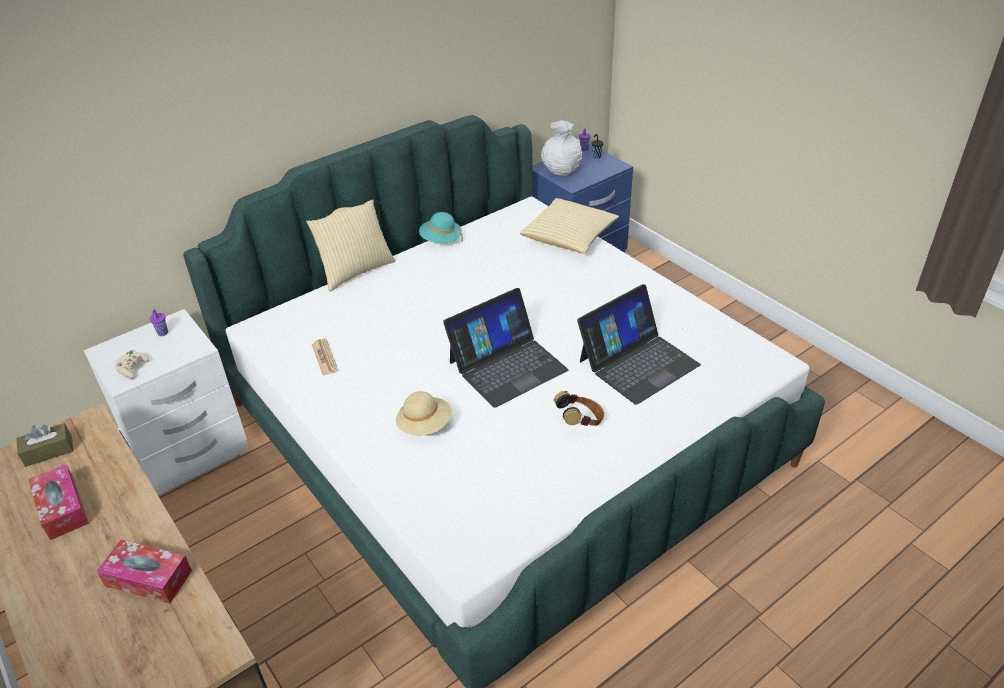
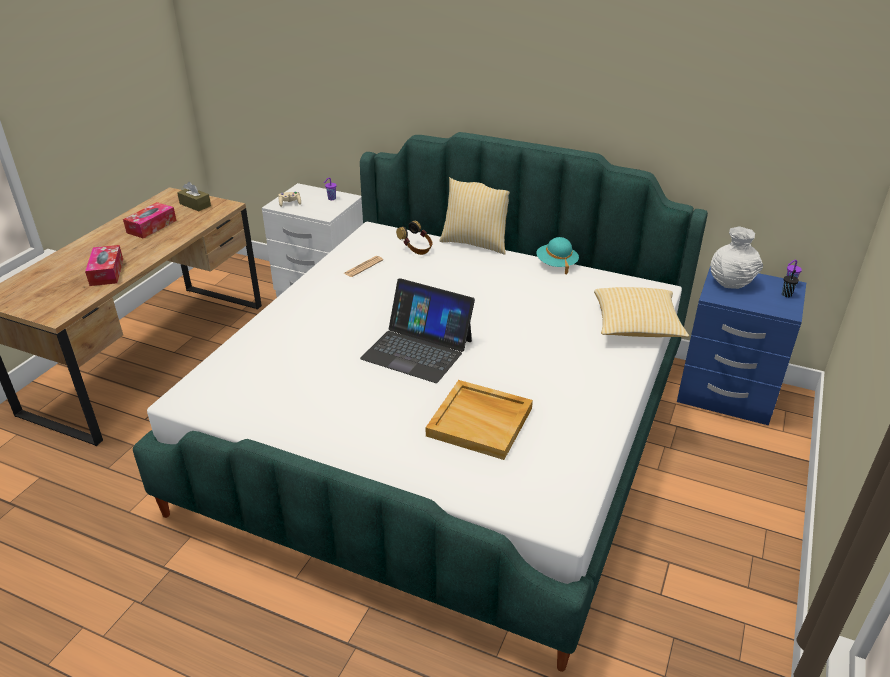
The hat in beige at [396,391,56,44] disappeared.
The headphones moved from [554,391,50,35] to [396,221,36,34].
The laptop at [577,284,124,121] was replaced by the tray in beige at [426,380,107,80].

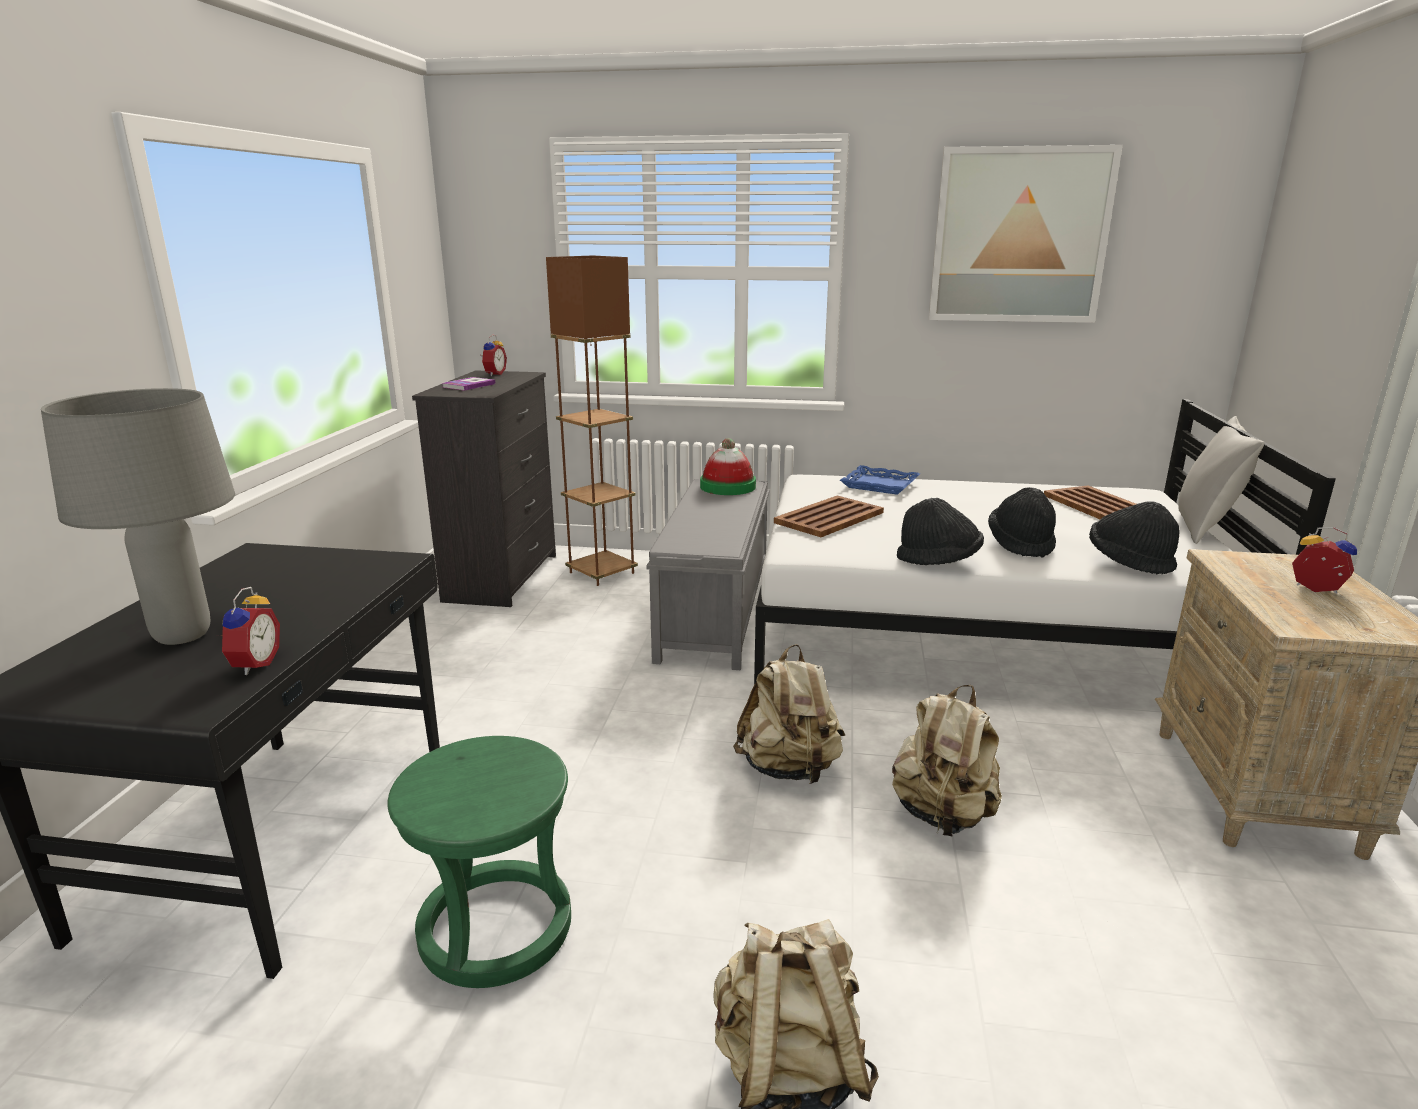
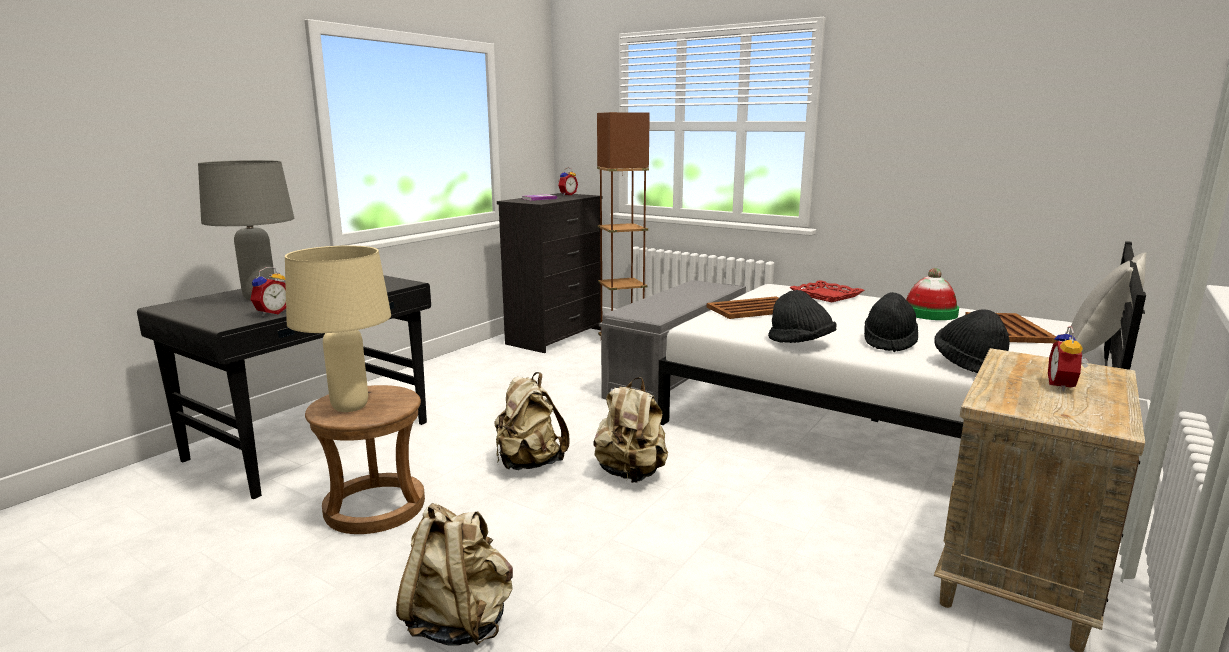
The picture at [928,145,195,178] disappeared.
The table lamp in beige at [285,246,106,166] appeared.
The hat moved from [700,438,56,57] to [906,268,53,52].
The backpack in beige moved from [892,685,110,151] to [494,372,76,98].
The stool in green at [388,736,183,252] became the stool in brown at [305,385,120,149].
The tray in blue at [840,465,80,30] became the tray in red at [790,280,74,22].
The alarm clock at [1292,527,65,67] turned 135 degrees counterclockwise.

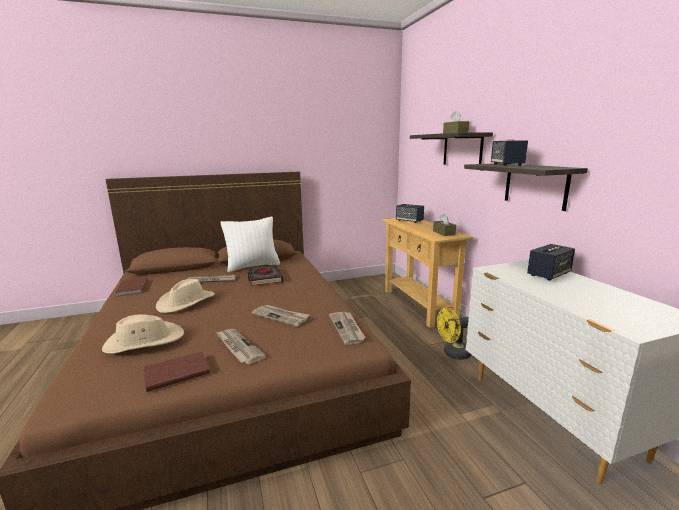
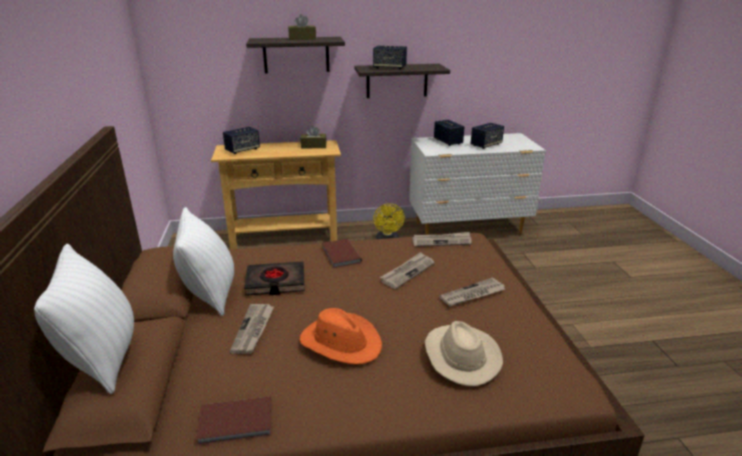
The pillow in white at [34,244,100,150] appeared.
The speaker at [471,123,33,26] appeared.
The book in brown moved from [143,352,67,40] to [322,239,40,29].
The hat in beige at [156,279,59,34] became the hat in orange at [300,308,82,57].

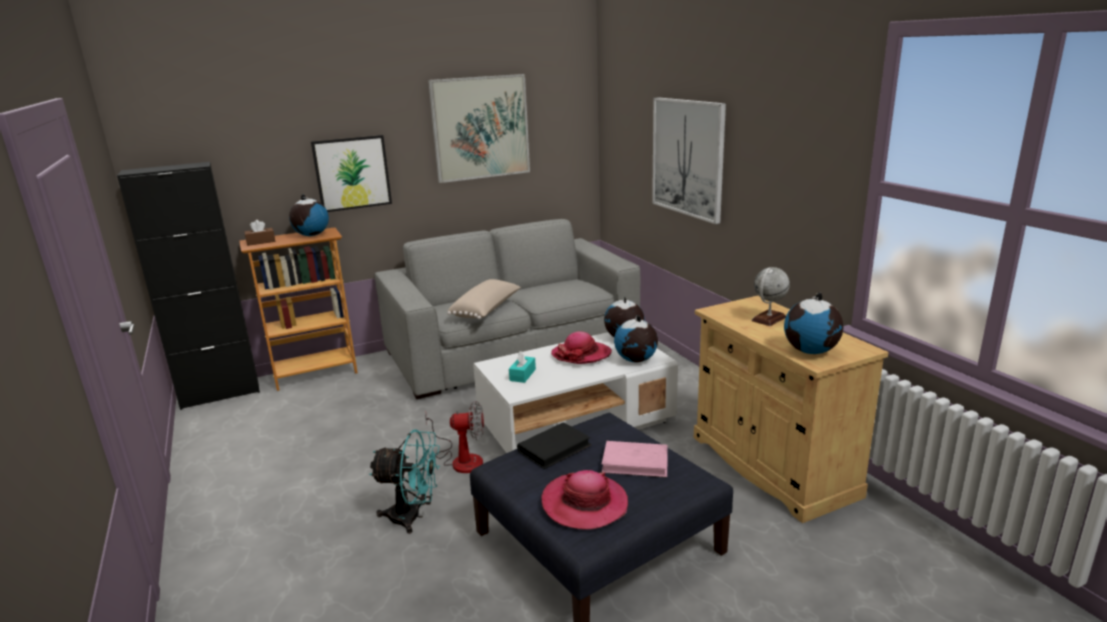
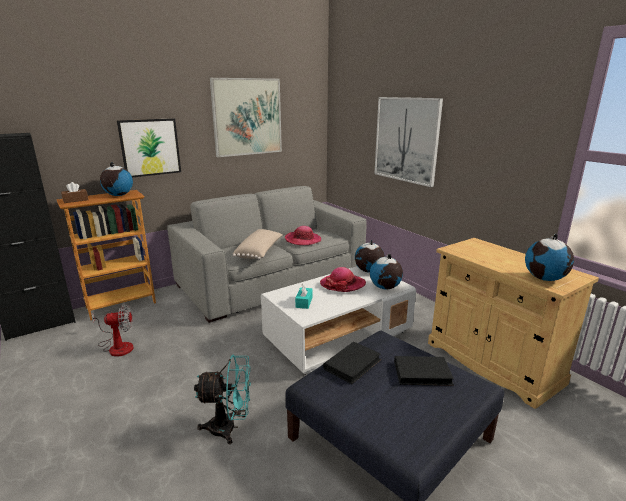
The globe at [751,267,39,59] disappeared.
The fan moved from [425,401,59,72] to [91,303,42,54].
The hat moved from [541,470,87,60] to [285,226,36,19].
The book in pink at [602,441,66,37] became the book in black at [394,356,60,30].

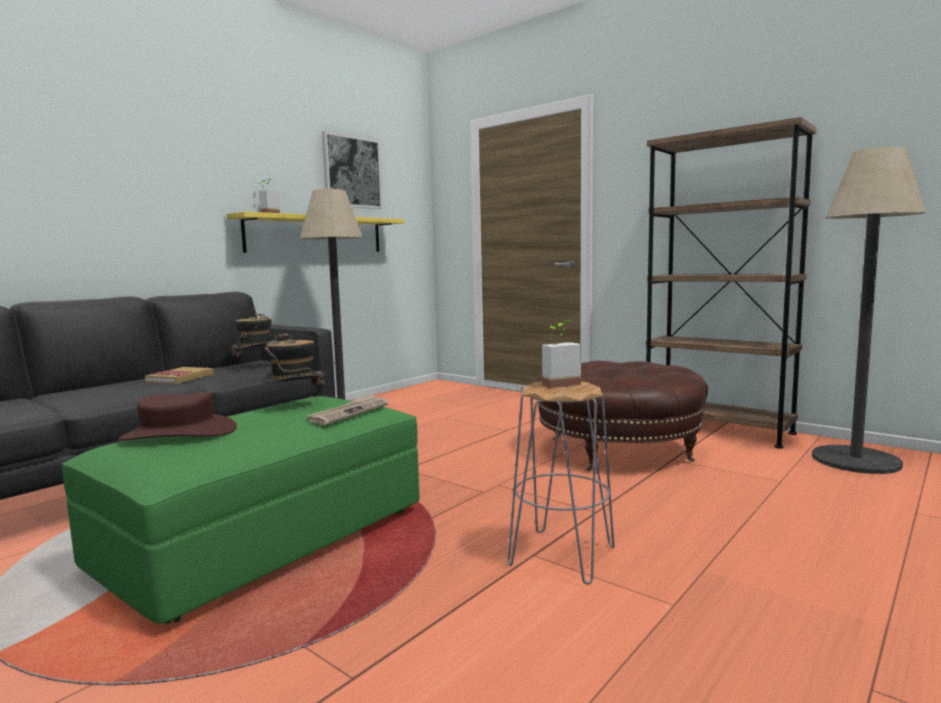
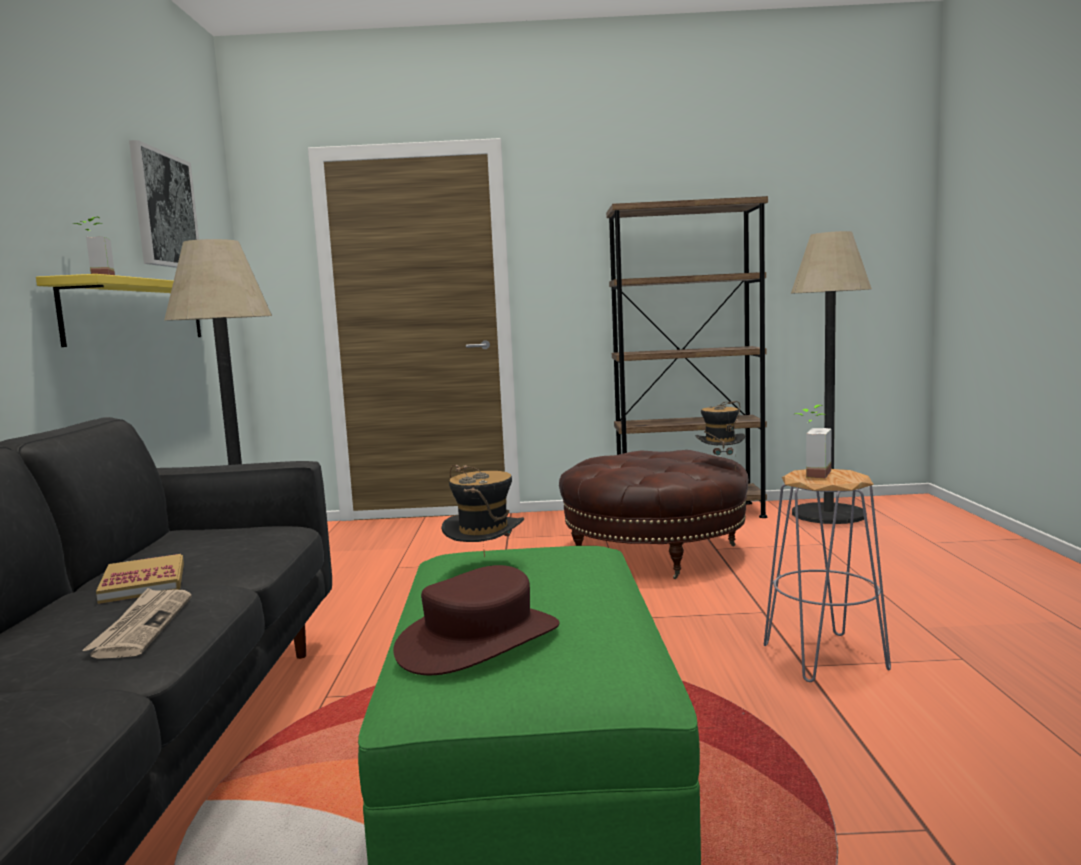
The hat moved from [231,314,41,56] to [696,401,49,68].
The newspaper moved from [307,394,82,31] to [82,588,110,71].

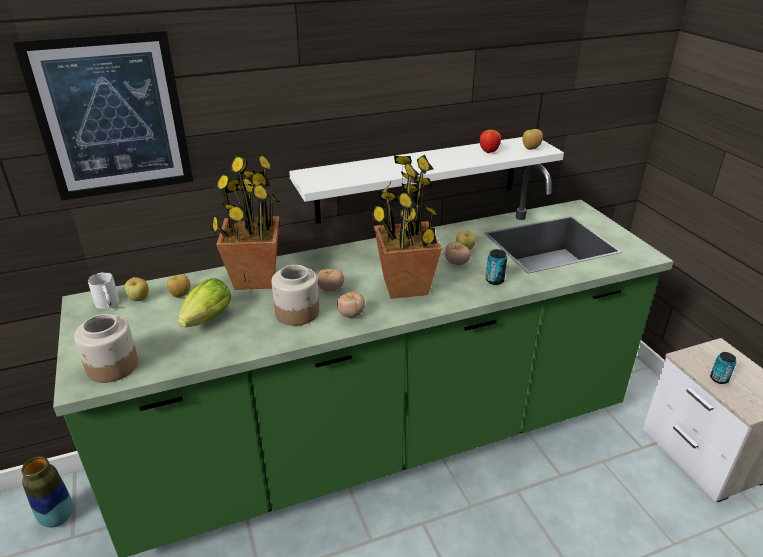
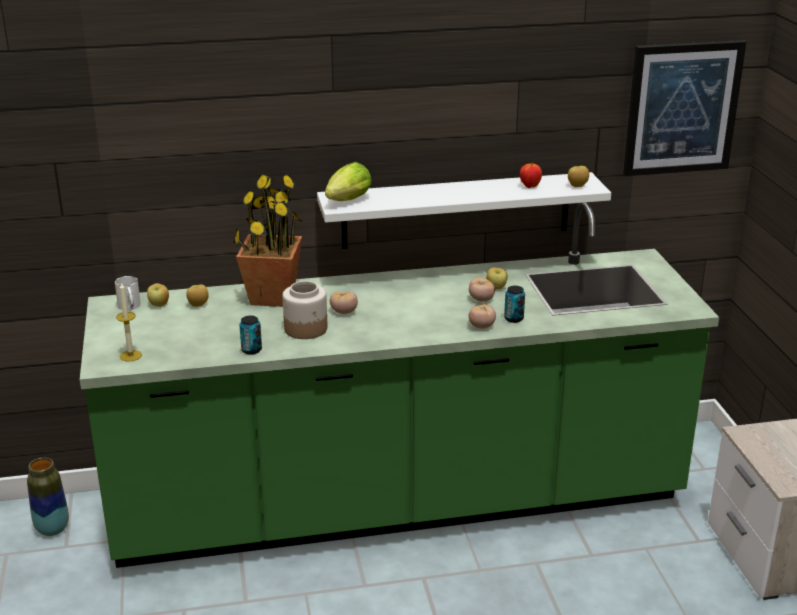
The potted plant at [371,155,71,144] disappeared.
The picture moved from [13,29,180,172] to [623,40,123,136].
The lettuce moved from [178,278,53,49] to [325,162,47,39].
The tomato moved from [337,292,28,25] to [469,304,27,25].
The can moved from [710,352,26,32] to [239,316,23,39].
The jar at [74,314,64,69] was replaced by the candle at [116,282,26,80].

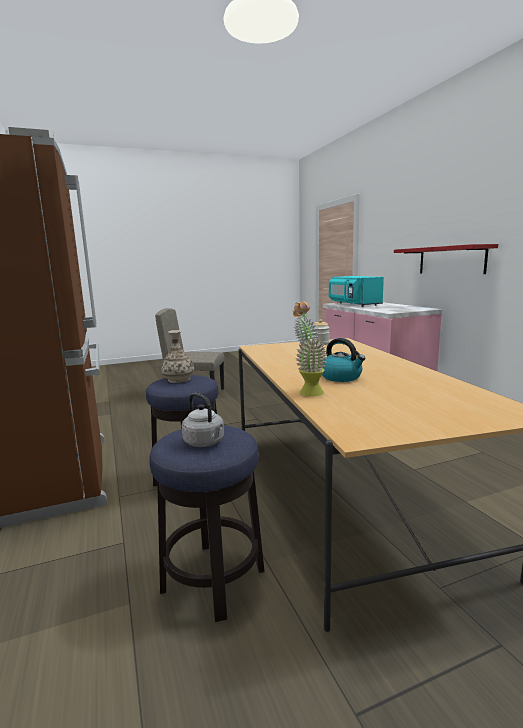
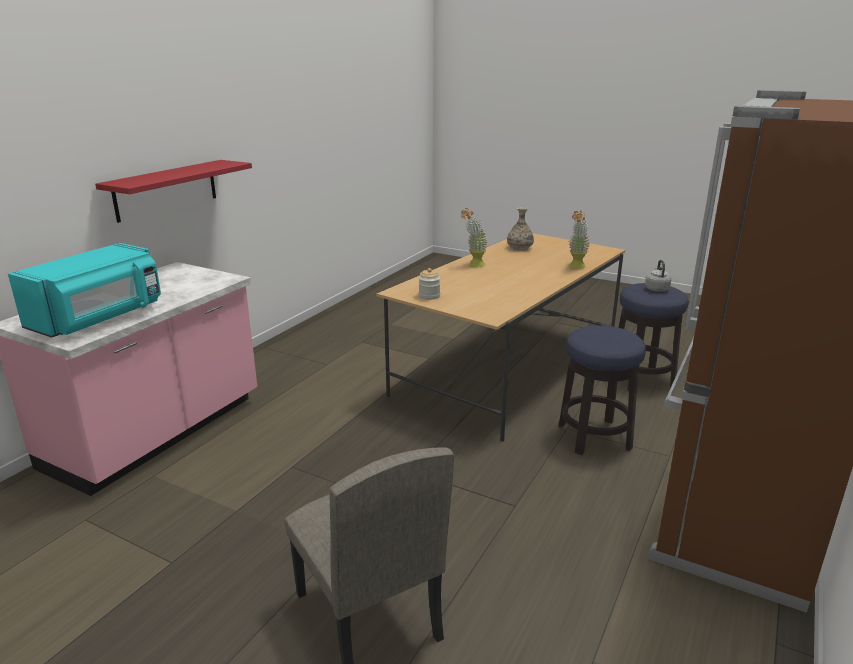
The kettle at [322,338,44,44] disappeared.
The potted plant at [461,208,27,59] appeared.
The vase moved from [161,330,33,53] to [507,207,27,44].

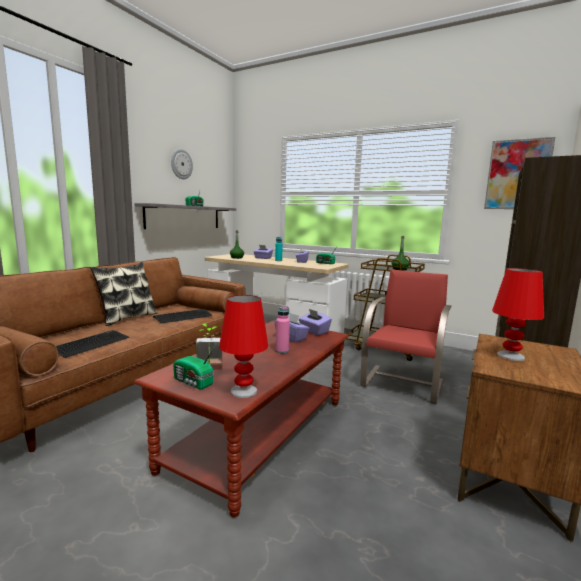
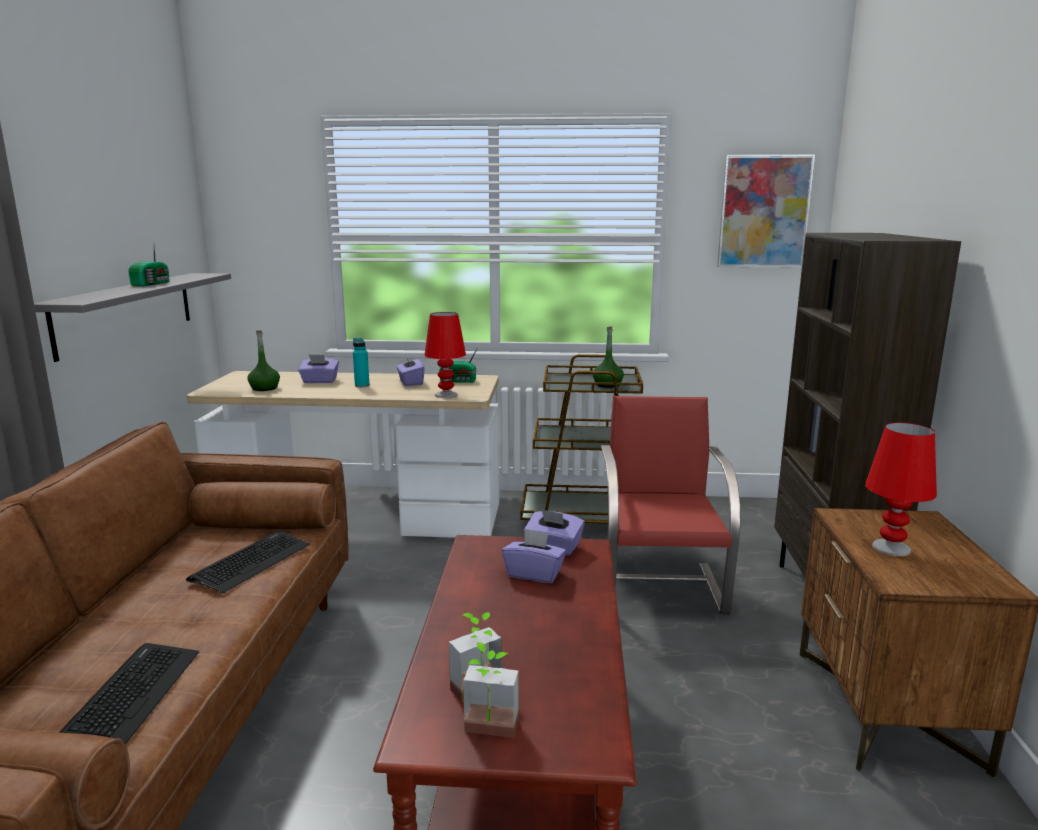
The pillow at [90,262,67,64] disappeared.
The wall clock at [171,149,22,30] disappeared.
The bottle in pink at [276,307,14,46] disappeared.
The table lamp in red moved from [219,295,49,103] to [425,312,41,86].
The radio at [173,345,43,45] was replaced by the potted plant at [463,643,56,95].

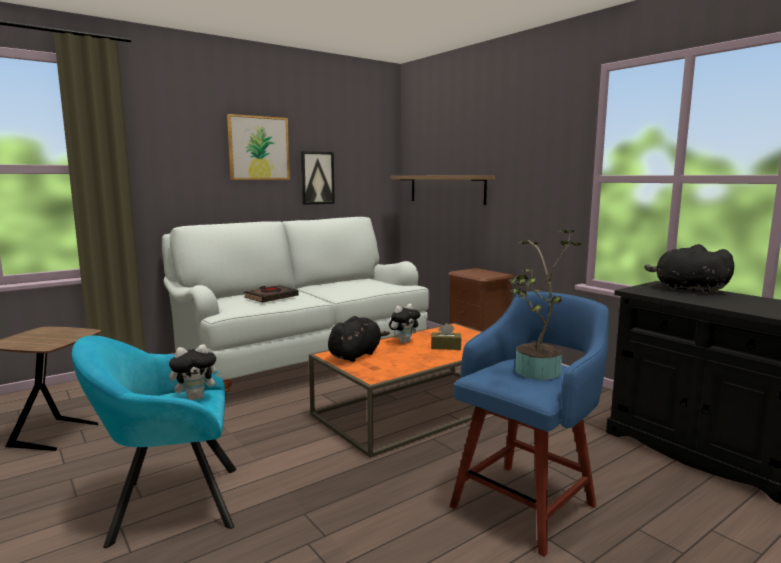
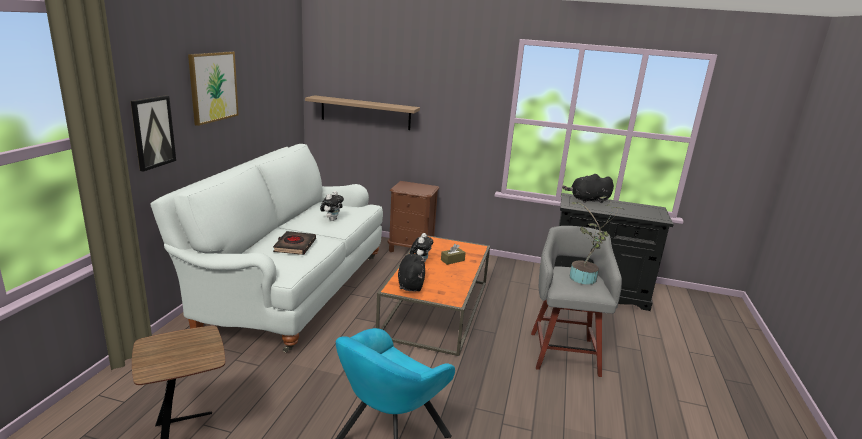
The plush toy moved from [169,344,54,56] to [320,191,24,30].
The picture moved from [301,151,34,54] to [130,95,46,77].
The stool in blue at [450,291,159,266] became the stool in grey at [531,226,91,151].

